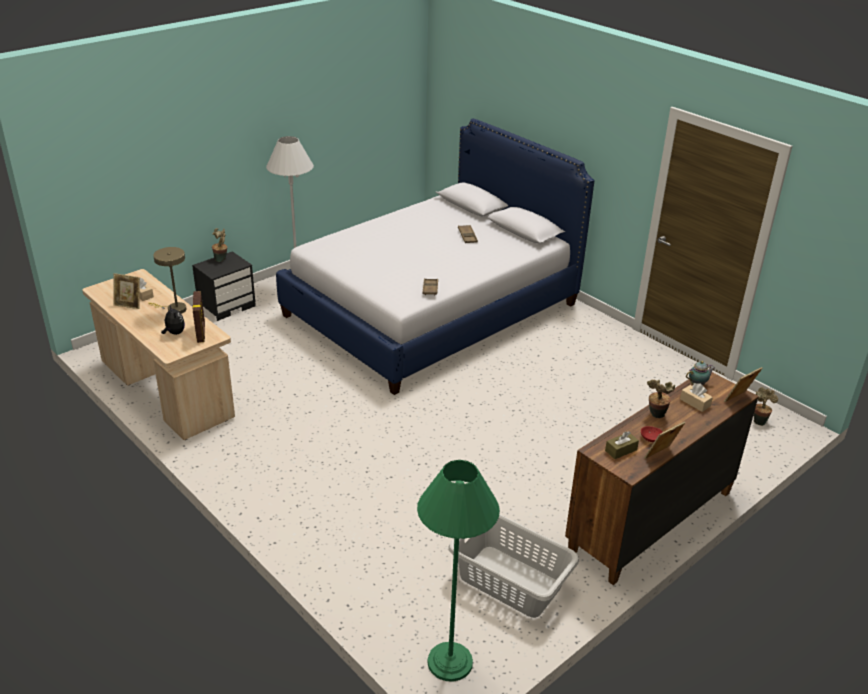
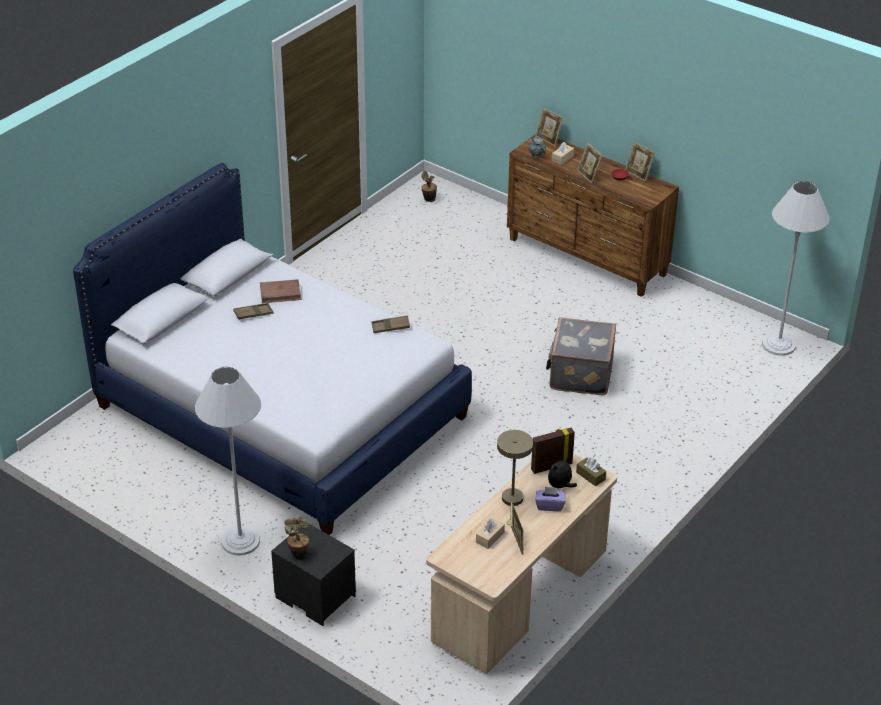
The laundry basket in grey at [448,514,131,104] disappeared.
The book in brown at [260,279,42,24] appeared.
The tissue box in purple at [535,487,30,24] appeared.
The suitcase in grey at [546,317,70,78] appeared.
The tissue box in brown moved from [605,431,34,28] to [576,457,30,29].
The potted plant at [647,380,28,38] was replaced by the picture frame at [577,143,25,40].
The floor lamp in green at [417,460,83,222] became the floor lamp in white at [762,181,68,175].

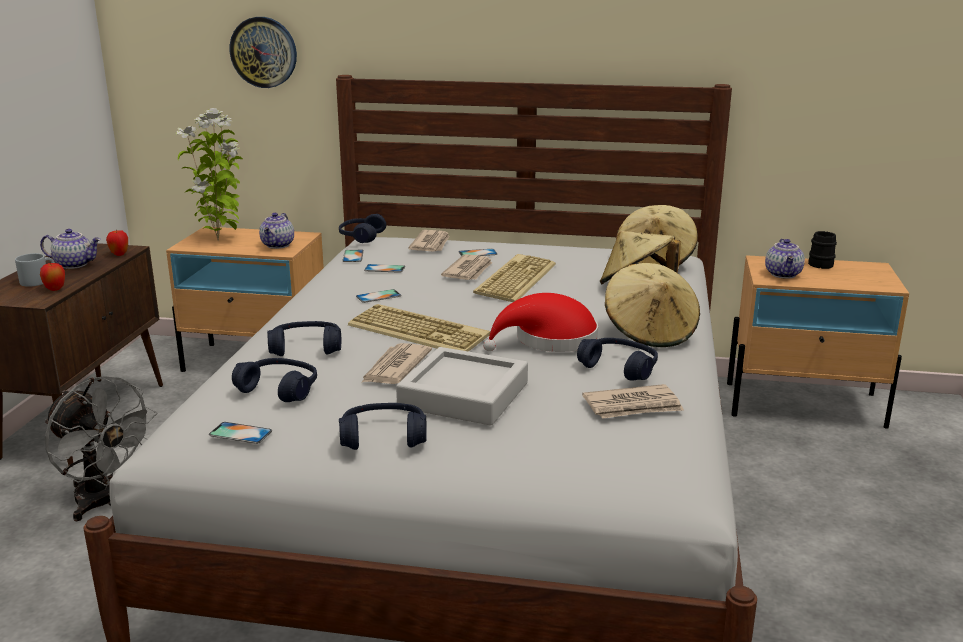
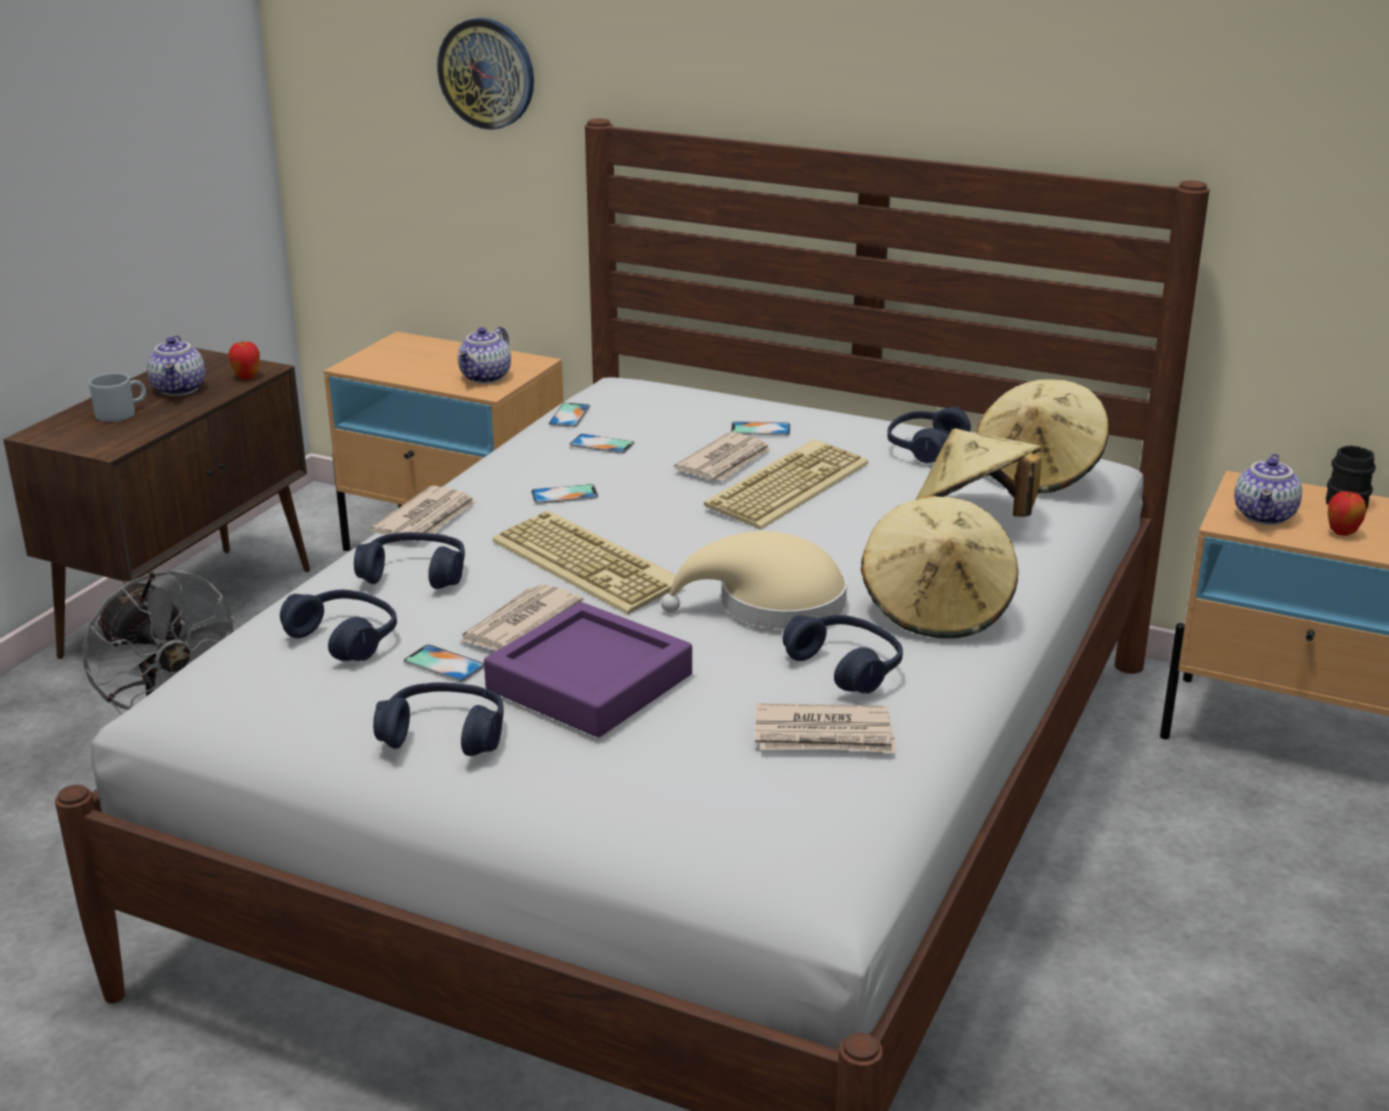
The potted plant at [175,108,68,133] disappeared.
The apple moved from [40,263,25,28] to [1328,491,39,45].
The phone moved from [209,422,63,22] to [404,645,80,37].
The headphones in blue moved from [339,214,47,29] to [887,407,84,56].
The newspaper moved from [408,230,42,21] to [371,486,106,56].
The tray in grey at [396,347,132,79] became the tray in purple at [484,602,208,136].
The hat in red at [483,293,115,59] became the hat in beige at [661,531,186,98].
The teapot at [40,229,61,40] turned 60 degrees clockwise.

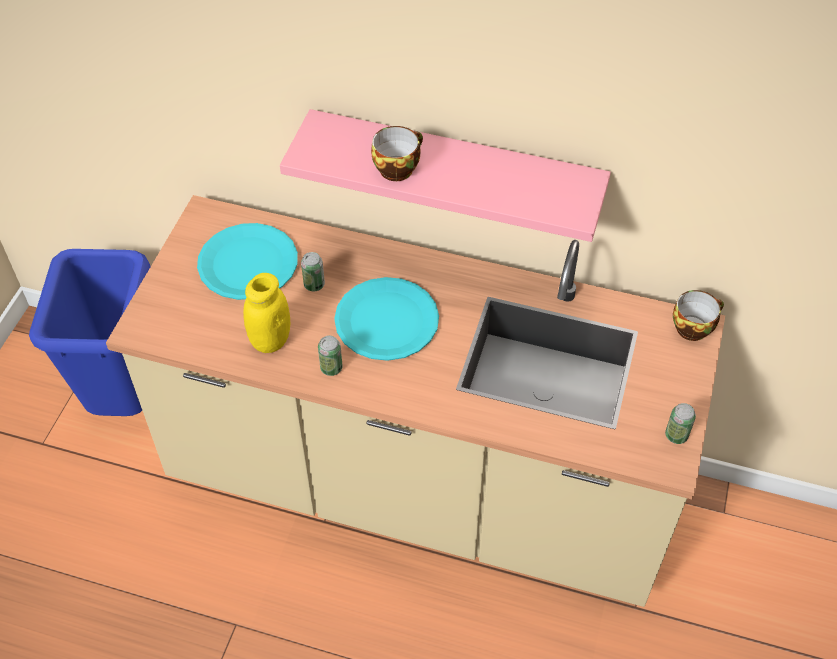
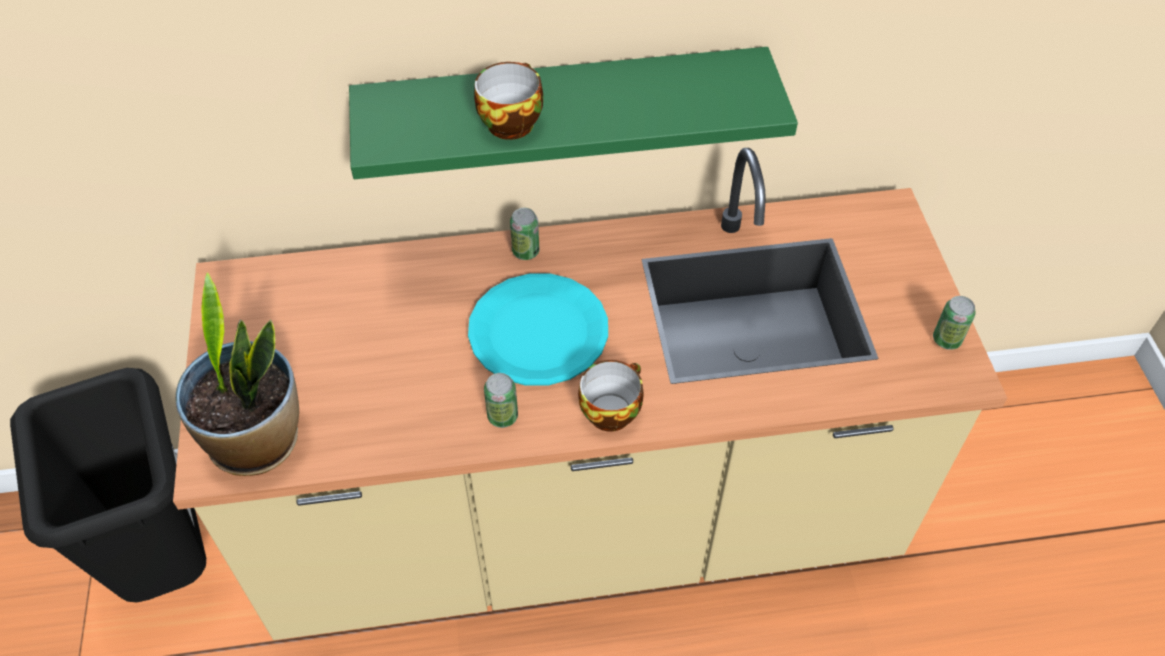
The plate in turquoise at [197,223,101,77] disappeared.
The jar in yellow at [243,273,47,80] disappeared.
The potted plant at [175,272,124,204] appeared.
The can moved from [301,252,24,39] to [510,208,30,52].
The cup moved from [673,290,51,51] to [578,360,66,72].
The trash can in blue at [29,249,121,167] became the trash can in black at [10,368,196,235].
The shelf in pink at [280,109,331,133] became the shelf in green at [349,47,449,132].

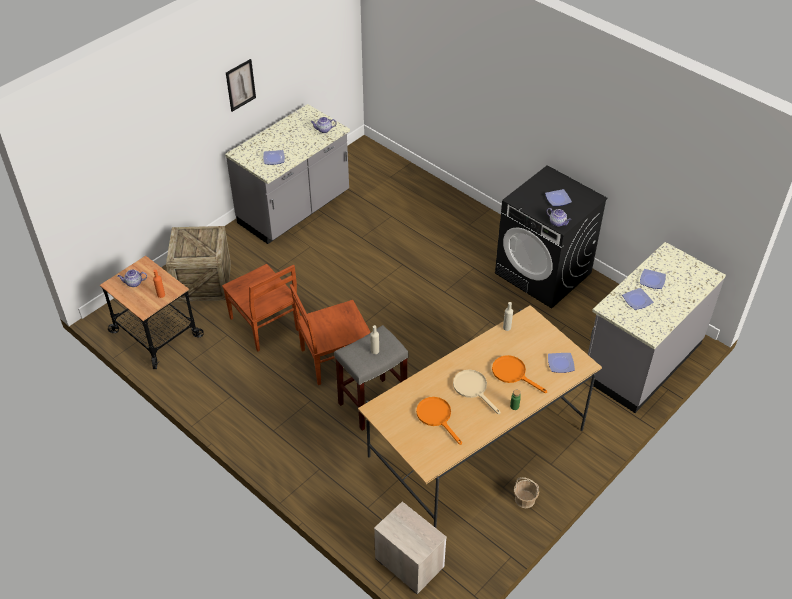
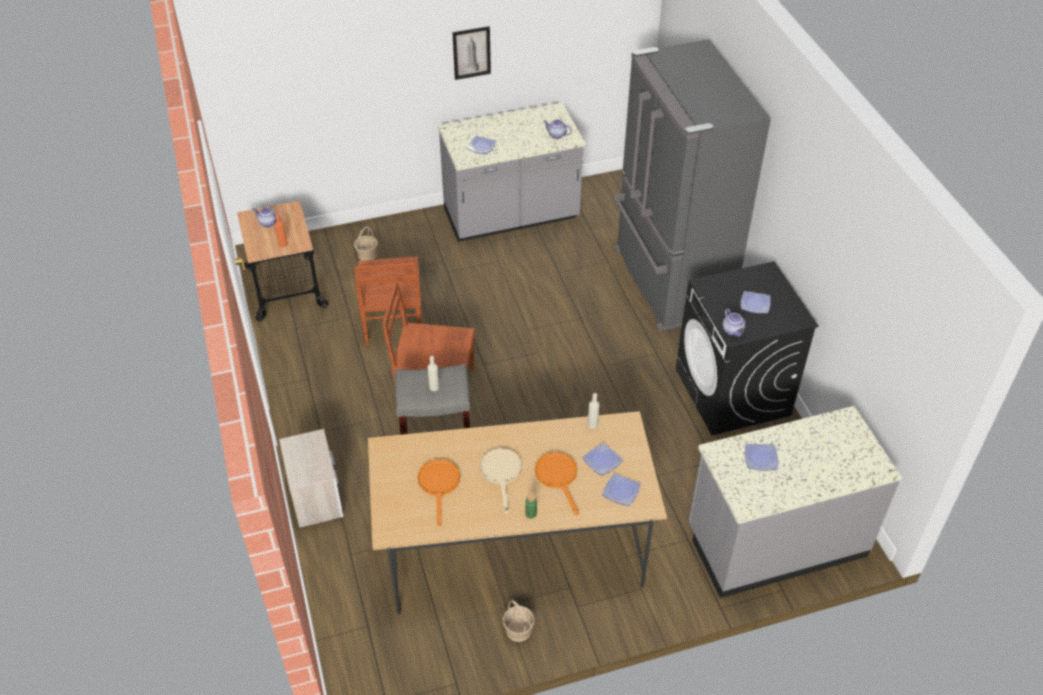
The fridge in grey at [613,39,158,293] appeared.
The nightstand moved from [374,501,73,93] to [279,429,64,99].
The plate moved from [640,269,26,20] to [582,443,41,32].
The crate at [166,226,65,76] was replaced by the basket at [354,226,24,34].

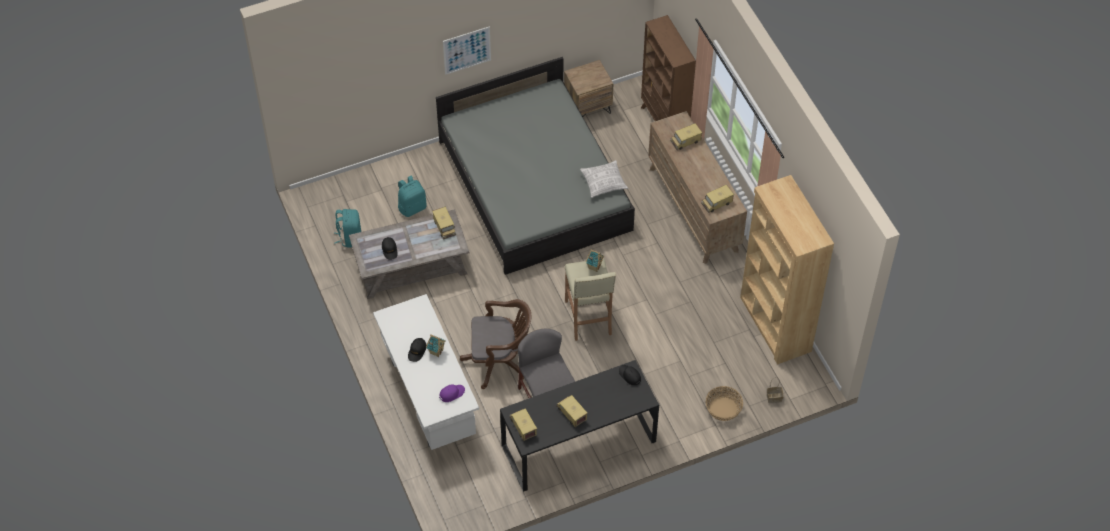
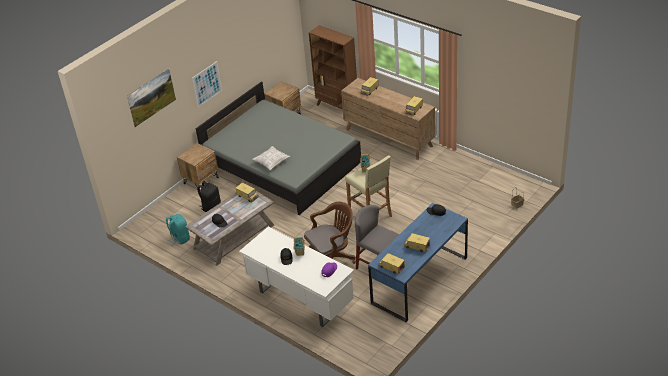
The basket at [705,386,38,35] disappeared.
The bookcase in brown at [740,175,94,190] disappeared.
The picture at [127,69,49,58] appeared.
The nightstand in brown at [177,143,42,49] appeared.
The pillow moved from [580,160,48,38] to [252,146,39,24].
The backpack in turquoise at [398,175,29,42] became the backpack in black at [197,181,24,31].
The desk in black at [500,360,159,132] became the desk in blue at [368,203,100,119].

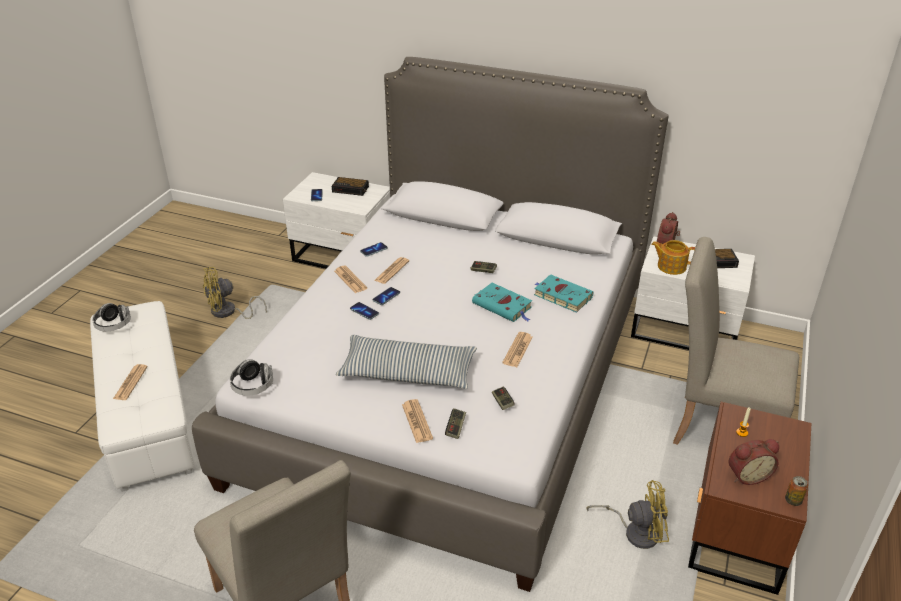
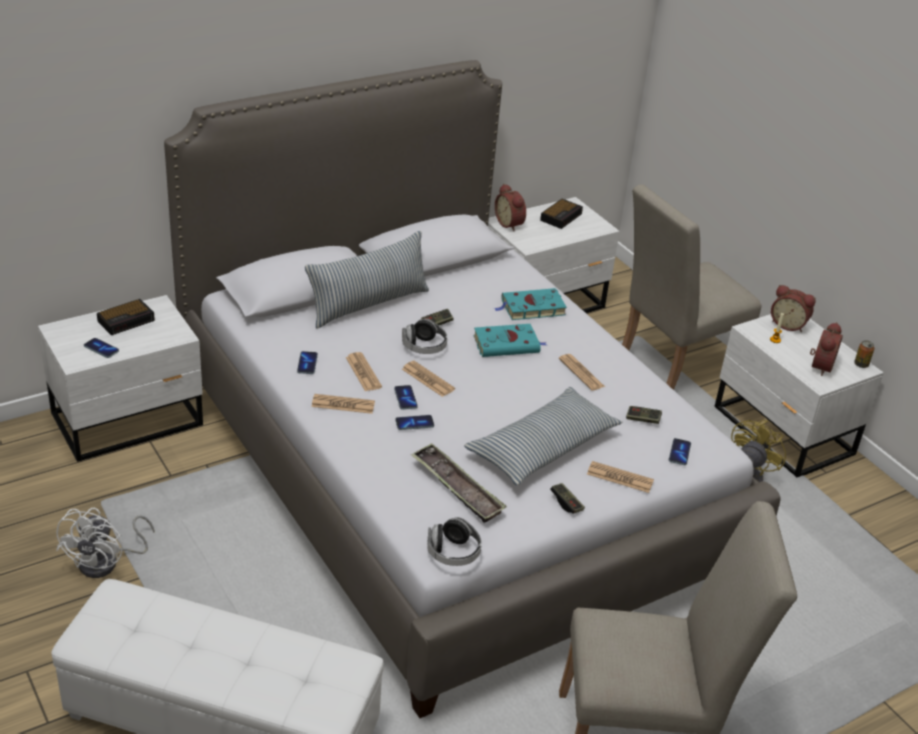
The teapot at [651,240,44,35] disappeared.
The pillow at [305,231,124,97] appeared.
The tray at [411,443,96,80] appeared.
The phone at [669,438,22,27] appeared.
The alarm clock at [771,285,45,47] appeared.
The headphones moved from [92,303,39,29] to [402,319,46,35].
The newspaper moved from [113,364,35,36] to [402,361,53,36].
The game controller moved from [445,408,21,31] to [550,483,35,31].
The fan in yellow at [203,267,64,52] became the fan in white at [56,508,99,70].
The nightstand in brown at [688,402,124,193] became the nightstand in white at [714,314,170,163].

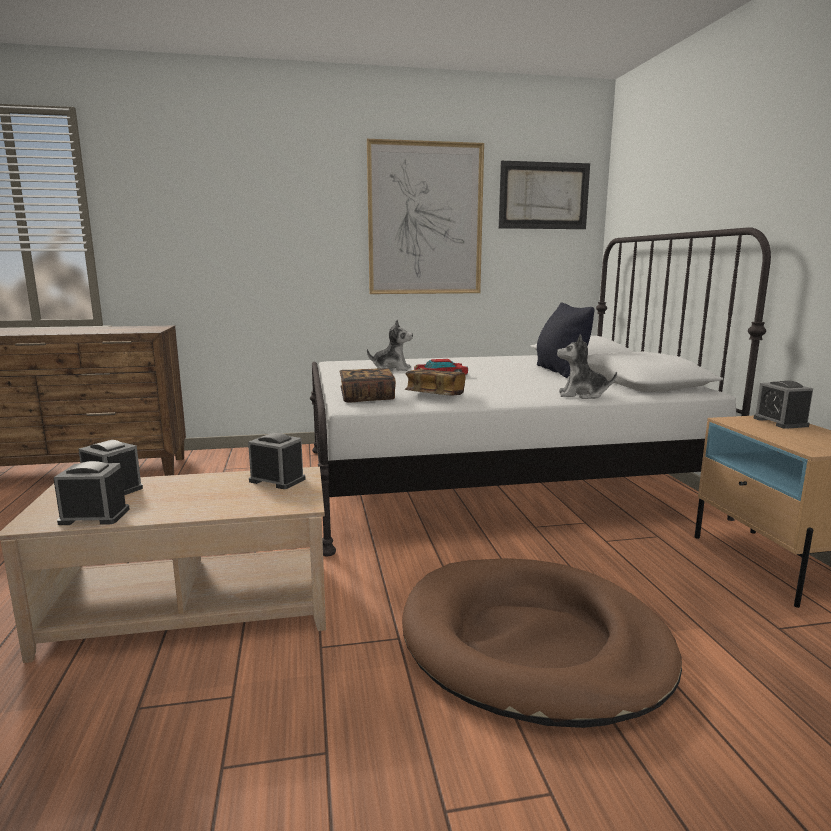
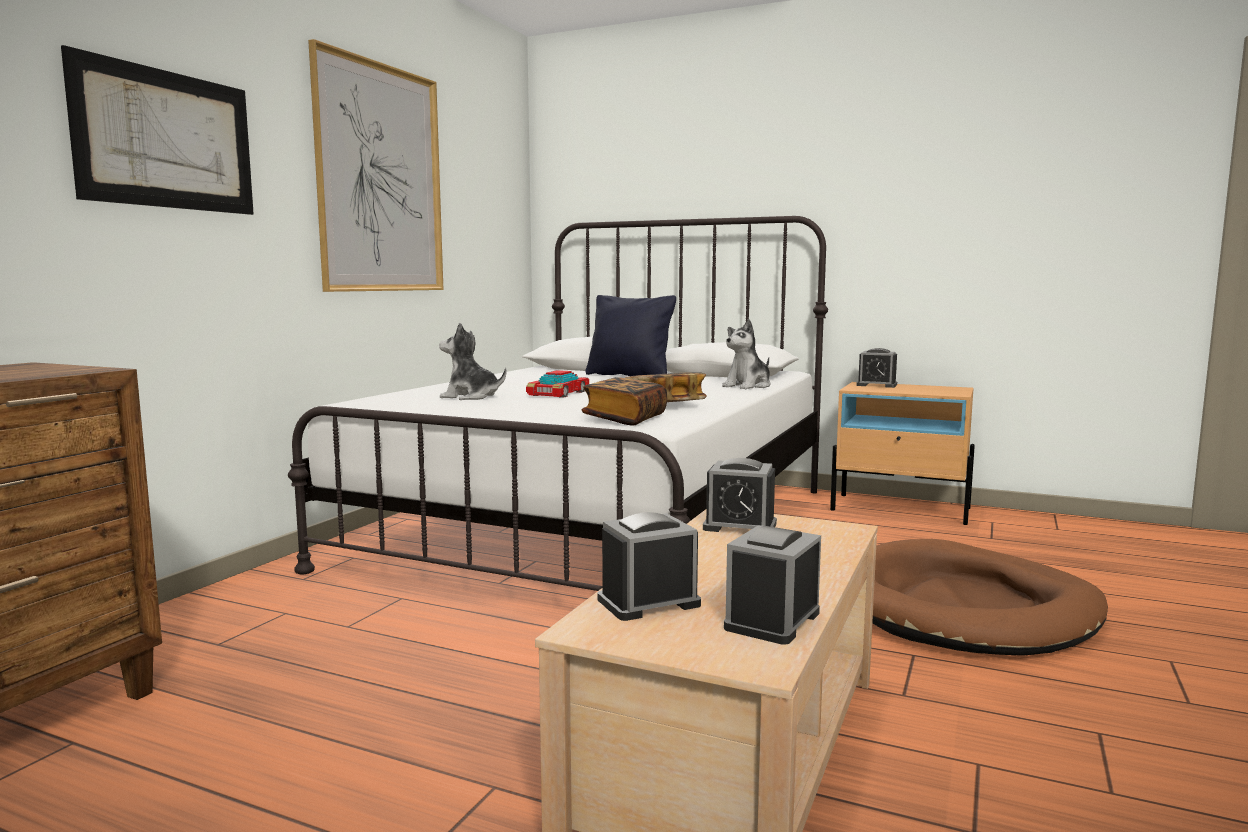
The picture moved from [499,161,91,68] to [61,45,193,170].
The alarm clock at [248,433,57,56] turned 135 degrees counterclockwise.
The plush toy at [367,320,46,51] turned 120 degrees counterclockwise.

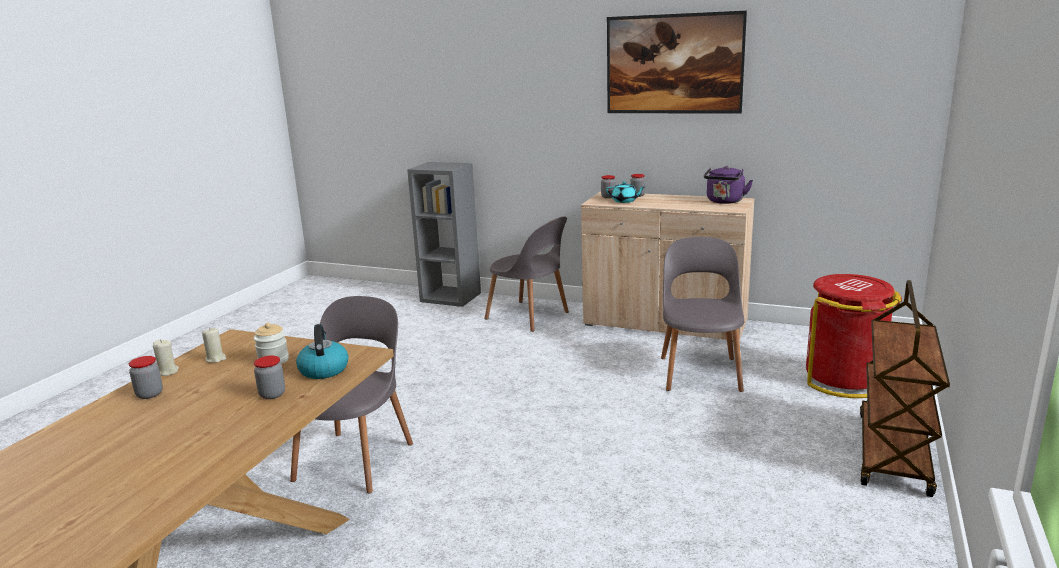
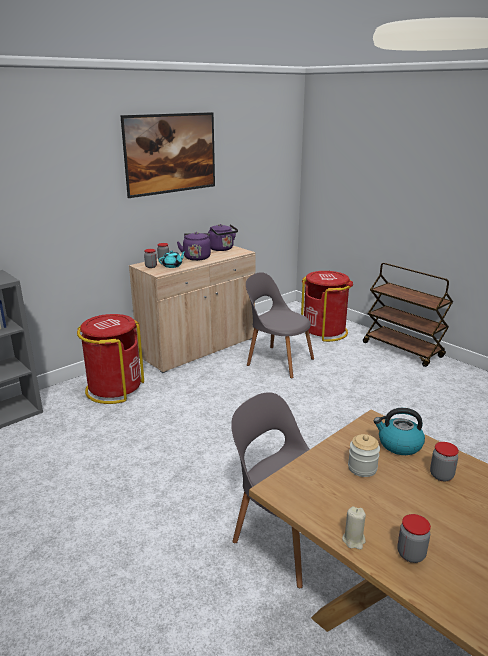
The candle in beige at [202,327,25,36] disappeared.
The kettle in purple at [177,232,34,29] appeared.
The chair in grey at [484,216,85,116] was replaced by the trash can in red at [77,314,67,90].

